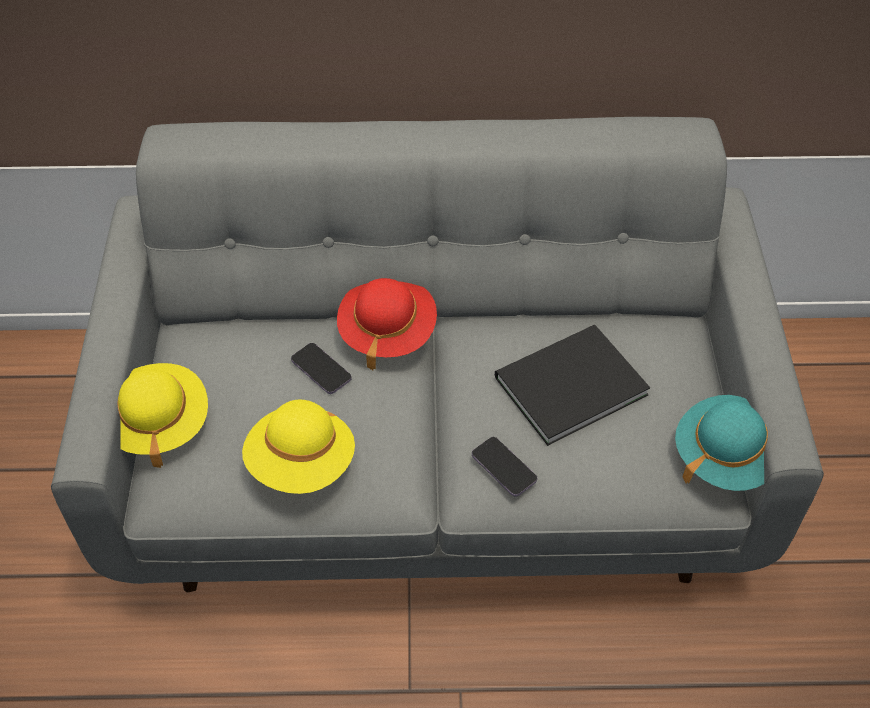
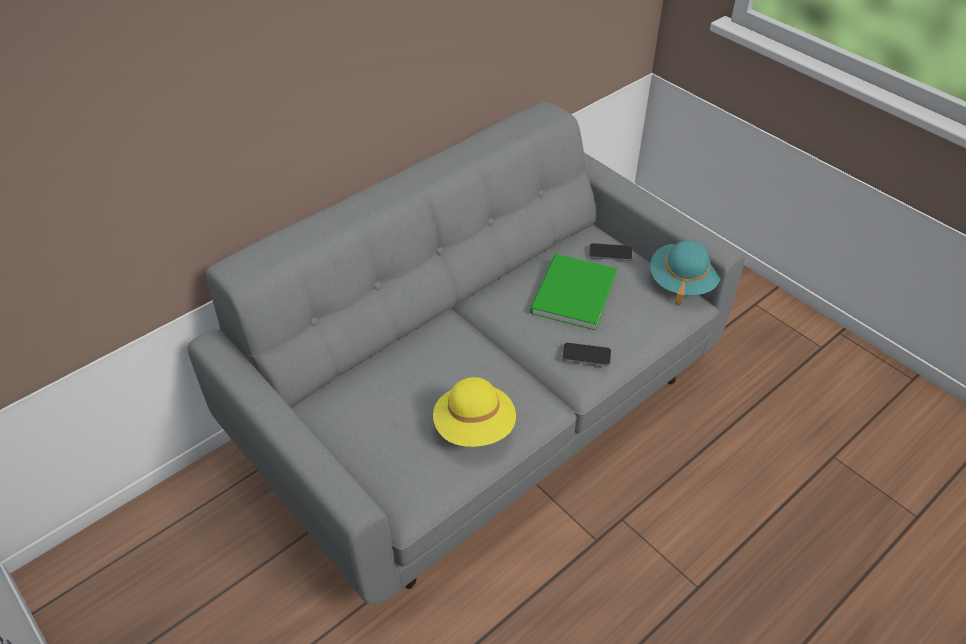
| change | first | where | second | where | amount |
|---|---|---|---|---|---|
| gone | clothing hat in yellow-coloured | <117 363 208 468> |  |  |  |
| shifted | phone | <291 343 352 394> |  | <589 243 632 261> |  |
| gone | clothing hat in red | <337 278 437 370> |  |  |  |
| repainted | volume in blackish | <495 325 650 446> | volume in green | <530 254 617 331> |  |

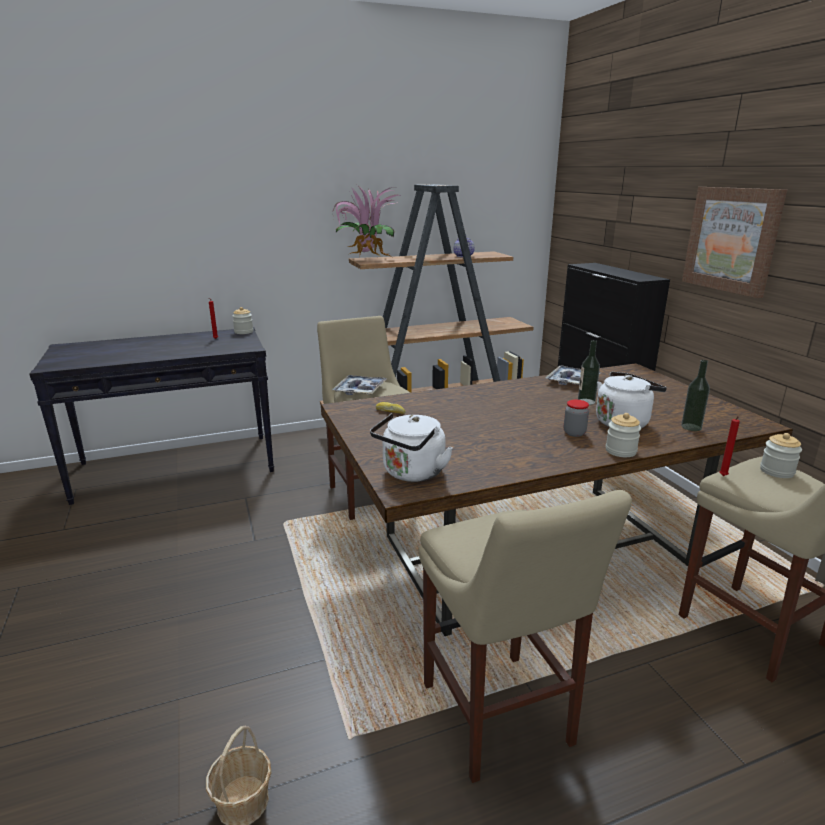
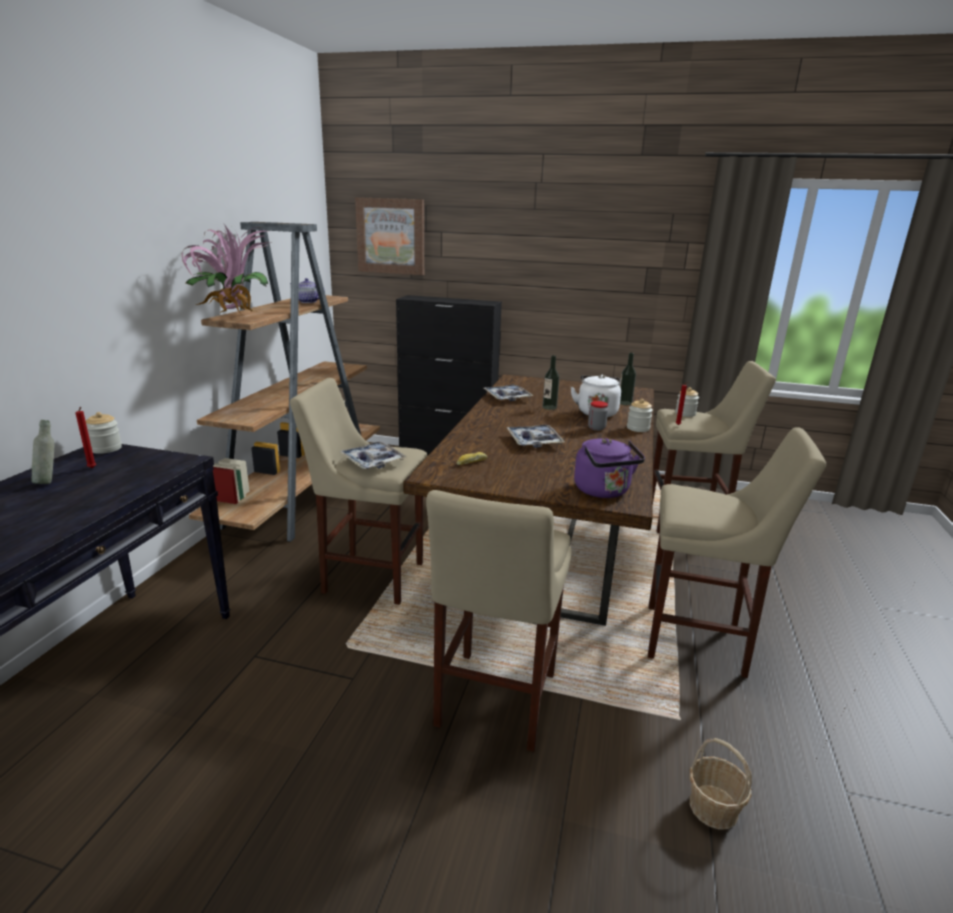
| change | first | where | second | where | amount |
|---|---|---|---|---|---|
| repainted | tea kettle in white | <370 413 453 482> | tea kettle in purple-coloured | <574 438 645 498> |  |
| shifted | wall picture | <682 187 787 298> |  | <355 197 424 275> |  |
| new |  |  | beverage bottle in grey | <32 420 55 484> |  |
| new |  |  | stool seat in beige | <426 490 572 752> |  |
| new |  |  | carrying tray | <507 425 565 448> |  |

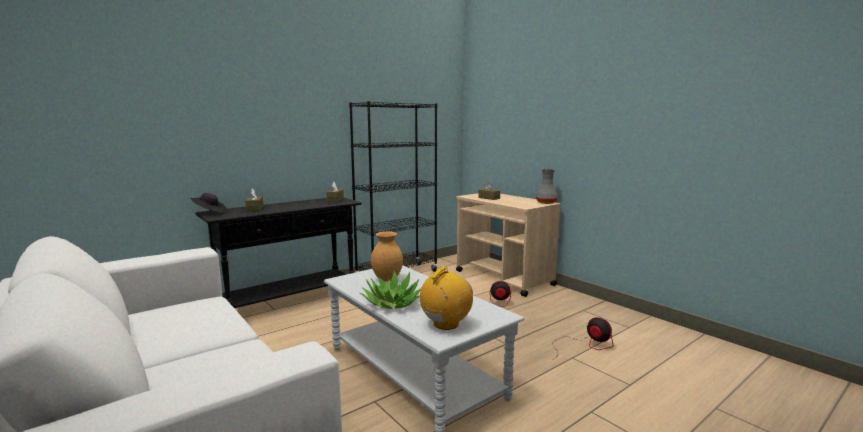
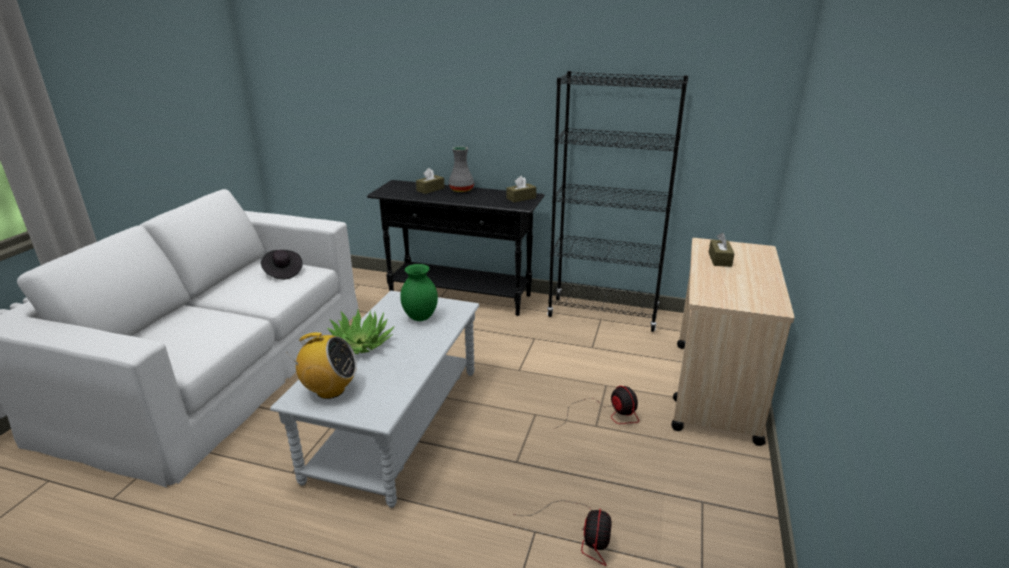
| change | first | where | second | where | amount |
|---|---|---|---|---|---|
| shifted | clothing hat in blackish | <190 193 227 214> |  | <261 250 303 280> |  |
| repainted | vase in brown-coloured | <371 232 403 281> | vase in green | <400 264 438 321> |  |
| shifted | vase in grey | <536 169 558 204> |  | <448 146 474 192> |  |

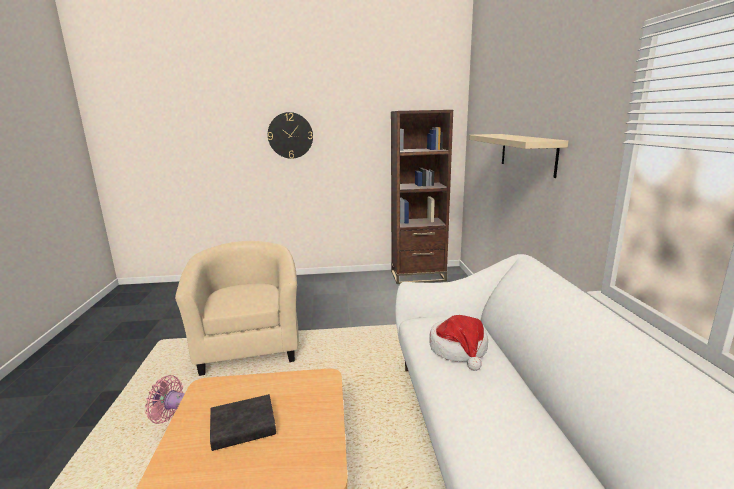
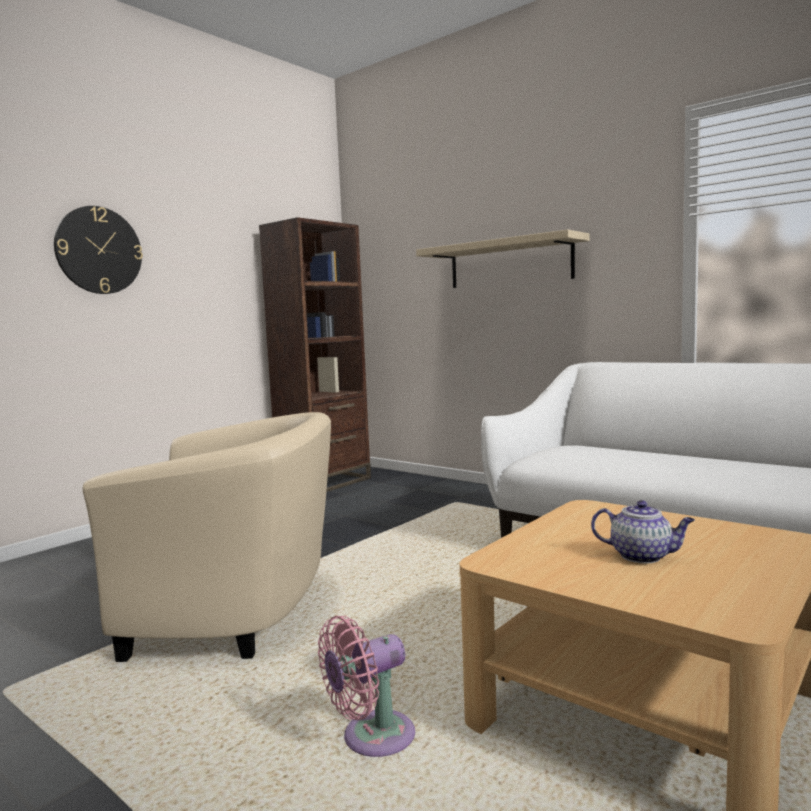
| change | first | where | second | where | amount |
|---|---|---|---|---|---|
| rotated | easy chair in beige | <175 241 299 376> |  | <83 412 331 662> | 150 degrees clockwise |
| swapped | volume in blackish | <210 394 276 451> | pot for tea | <591 500 695 563> |  |
| gone | clothing hat | <429 315 488 371> |  |  |  |

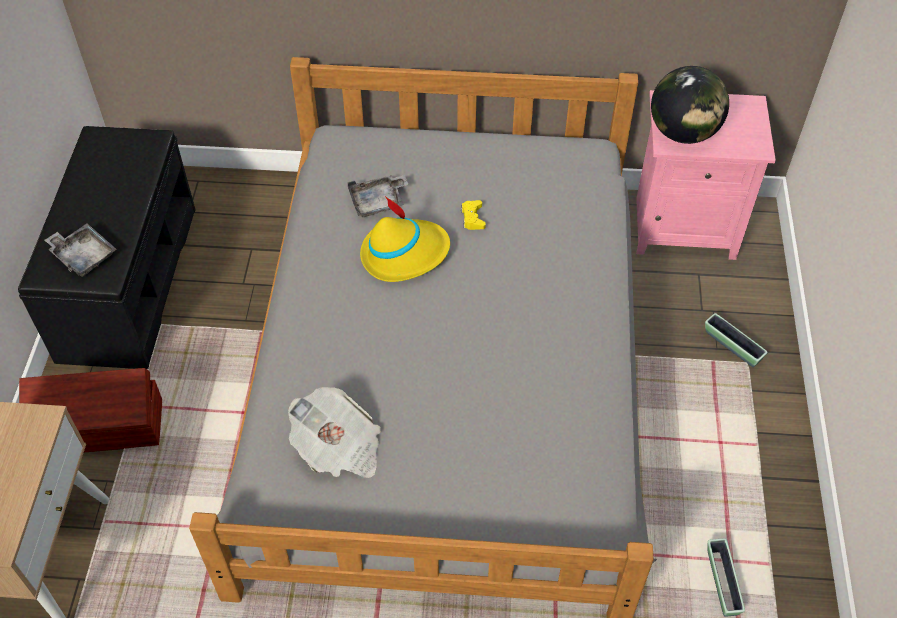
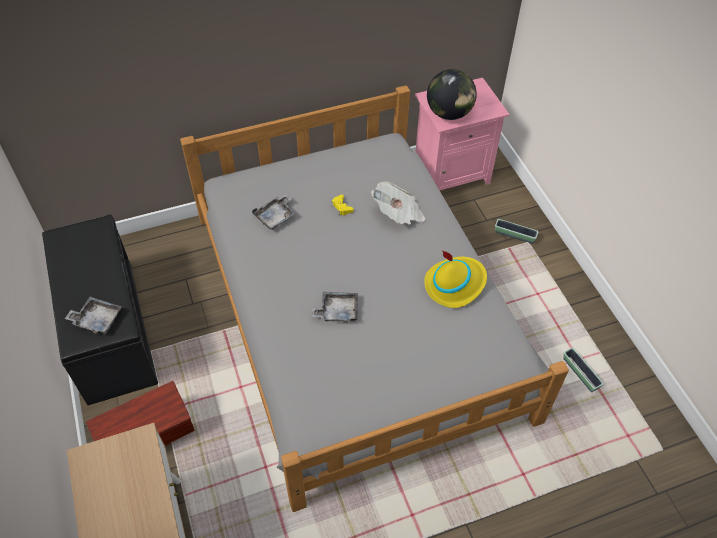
| change | first | where | second | where | amount |
|---|---|---|---|---|---|
| shifted | newspaper | <288 387 381 478> |  | <371 181 426 225> |  |
| shifted | clothing hat in yellow-coloured | <360 196 450 282> |  | <424 250 487 308> |  |
| new |  |  | carrying tray in grey | <312 292 358 323> |  |

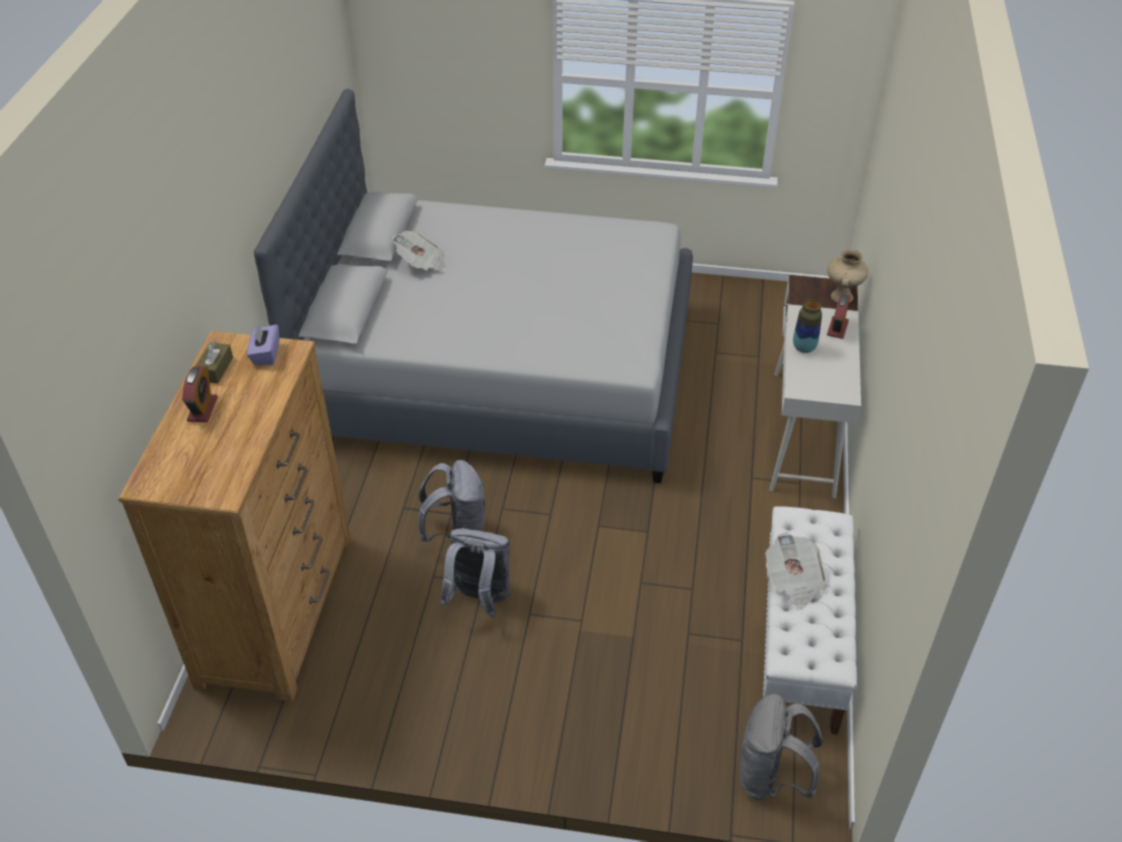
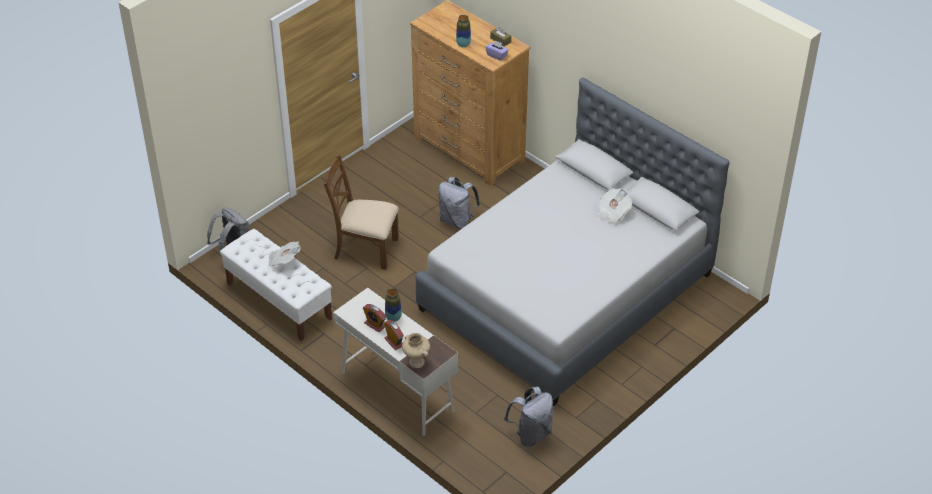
| change | first | where | second | where | amount |
|---|---|---|---|---|---|
| shifted | table clock | <182 366 218 422> |  | <363 304 386 332> |  |
| shifted | backpack in grey | <440 528 511 618> |  | <504 387 553 447> |  |
| new |  |  | chair in brown-coloured | <324 155 399 270> |  |
| new |  |  | vase | <456 15 471 47> |  |

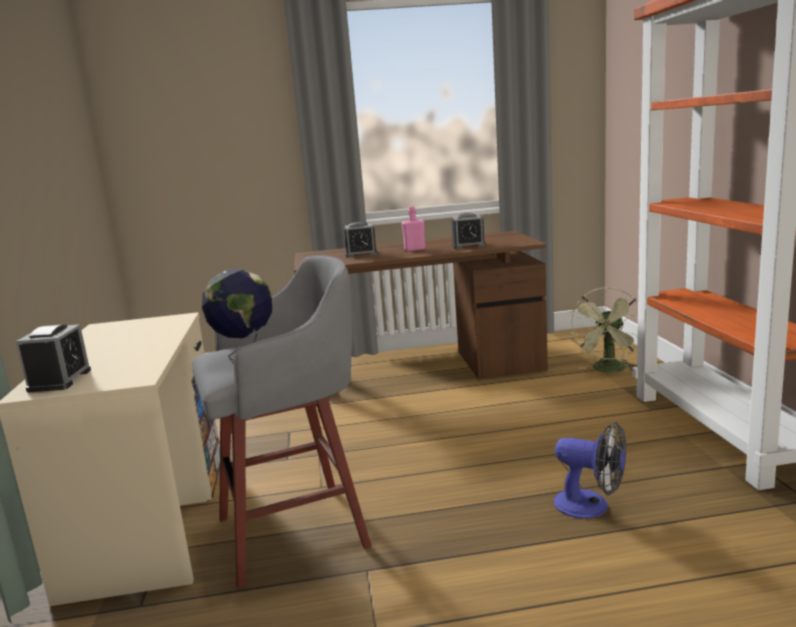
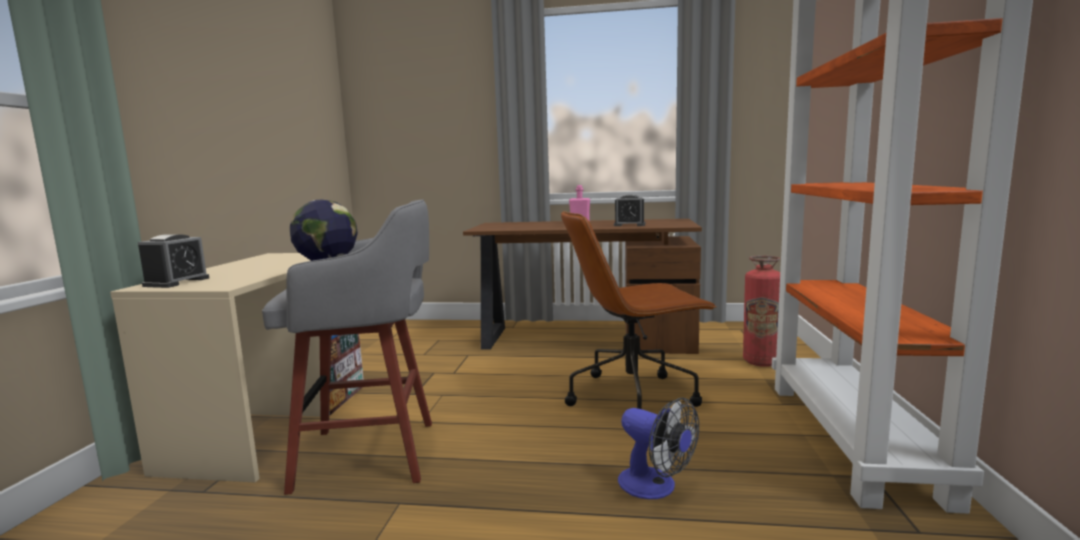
| change | first | where | second | where | amount |
|---|---|---|---|---|---|
| gone | table clock | <344 222 378 258> |  |  |  |
| swapped | electric fan in green | <570 287 638 373> | fire extinguisher | <743 255 780 367> |  |
| new |  |  | computer chair in brown-coloured | <561 210 717 409> |  |

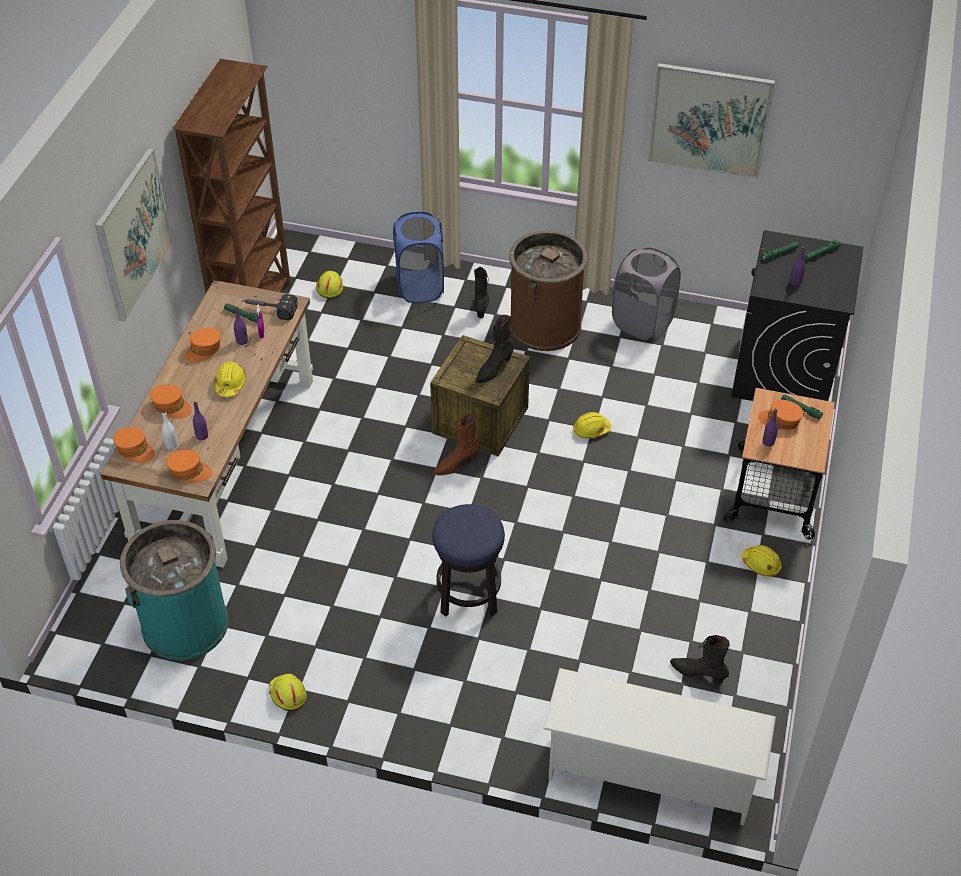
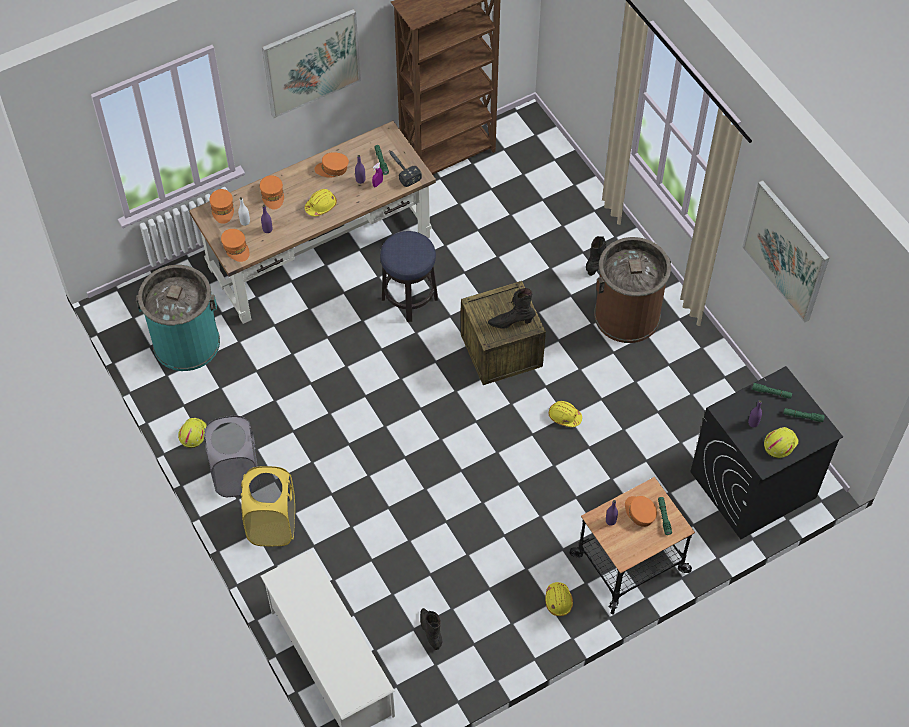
| change | first | where | second | where | amount |
|---|---|---|---|---|---|
| shifted | safety helmet in yellow-coloured | <316 271 343 299> |  | <764 427 799 458> |  |
| gone | laundry basket in blue-coloured | <393 212 444 303> |  |  |  |
| shifted | stool seat | <432 504 505 617> |  | <380 231 438 322> |  |
| gone | tall boot in brown-coloured | <433 415 480 476> |  |  |  |
| shifted | laundry basket in grey | <612 248 681 340> |  | <204 416 258 497> |  |
| new |  |  | laundry basket in yellow-coloured | <241 466 295 546> |  |

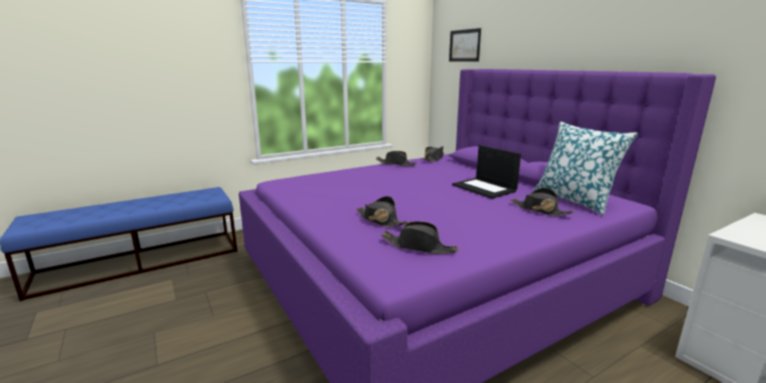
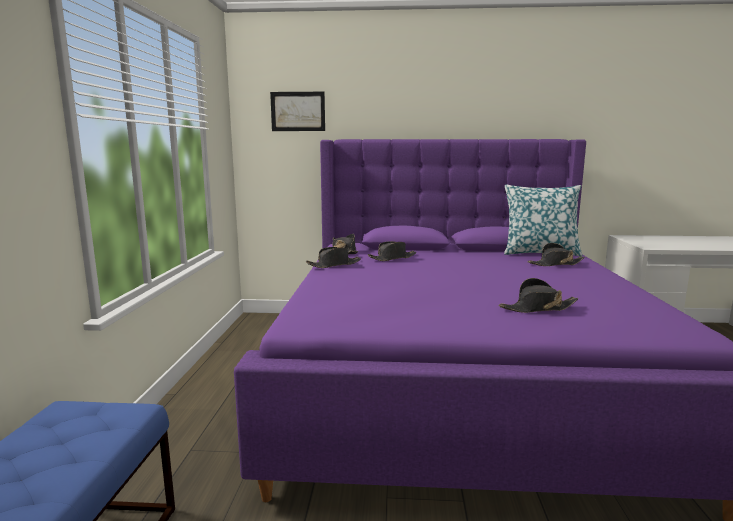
| change | first | where | second | where | amount |
|---|---|---|---|---|---|
| shifted | clothing hat in blackish | <382 221 458 254> |  | <368 241 416 261> |  |
| gone | laptop | <452 145 521 199> |  |  |  |

